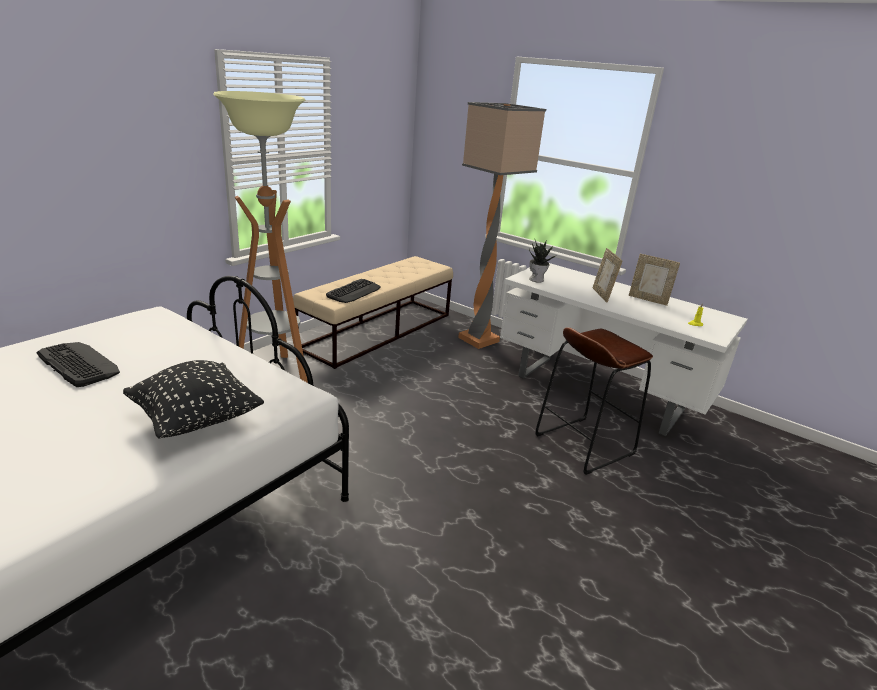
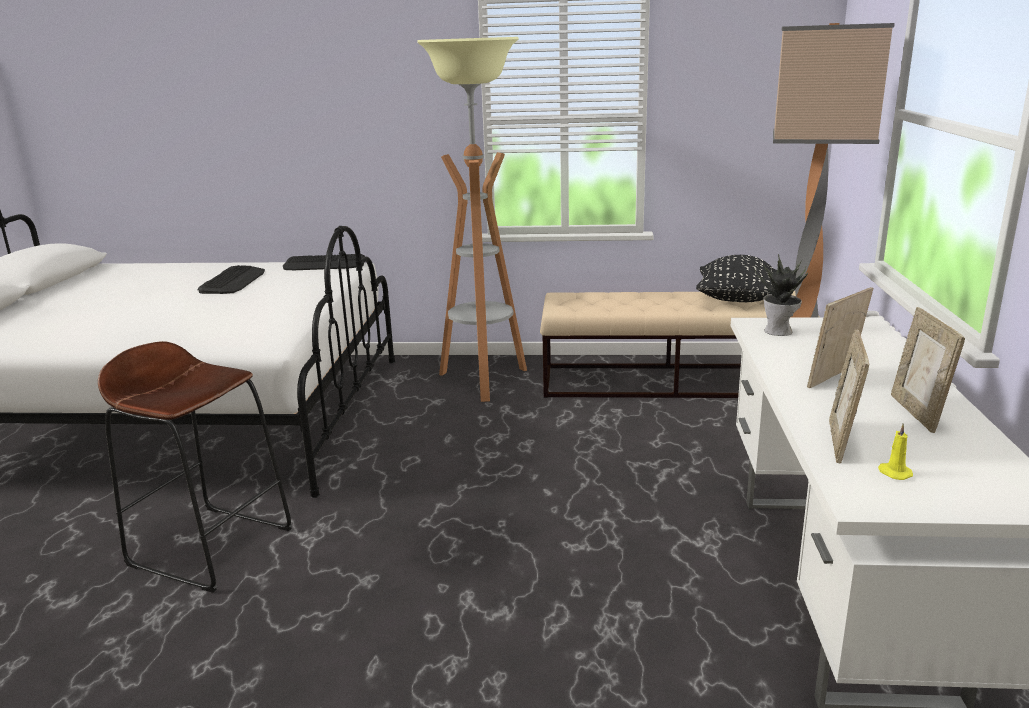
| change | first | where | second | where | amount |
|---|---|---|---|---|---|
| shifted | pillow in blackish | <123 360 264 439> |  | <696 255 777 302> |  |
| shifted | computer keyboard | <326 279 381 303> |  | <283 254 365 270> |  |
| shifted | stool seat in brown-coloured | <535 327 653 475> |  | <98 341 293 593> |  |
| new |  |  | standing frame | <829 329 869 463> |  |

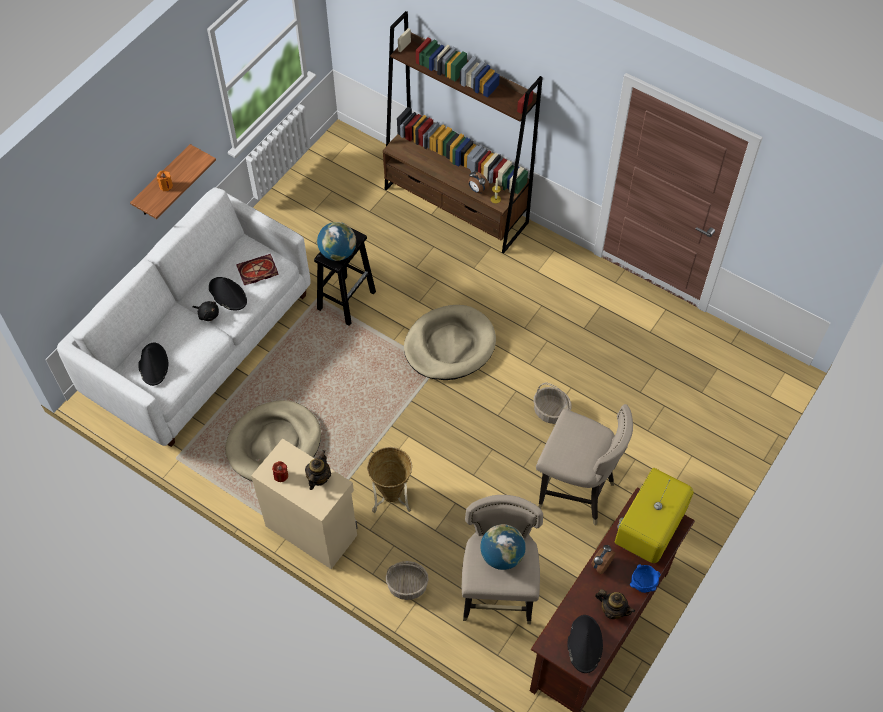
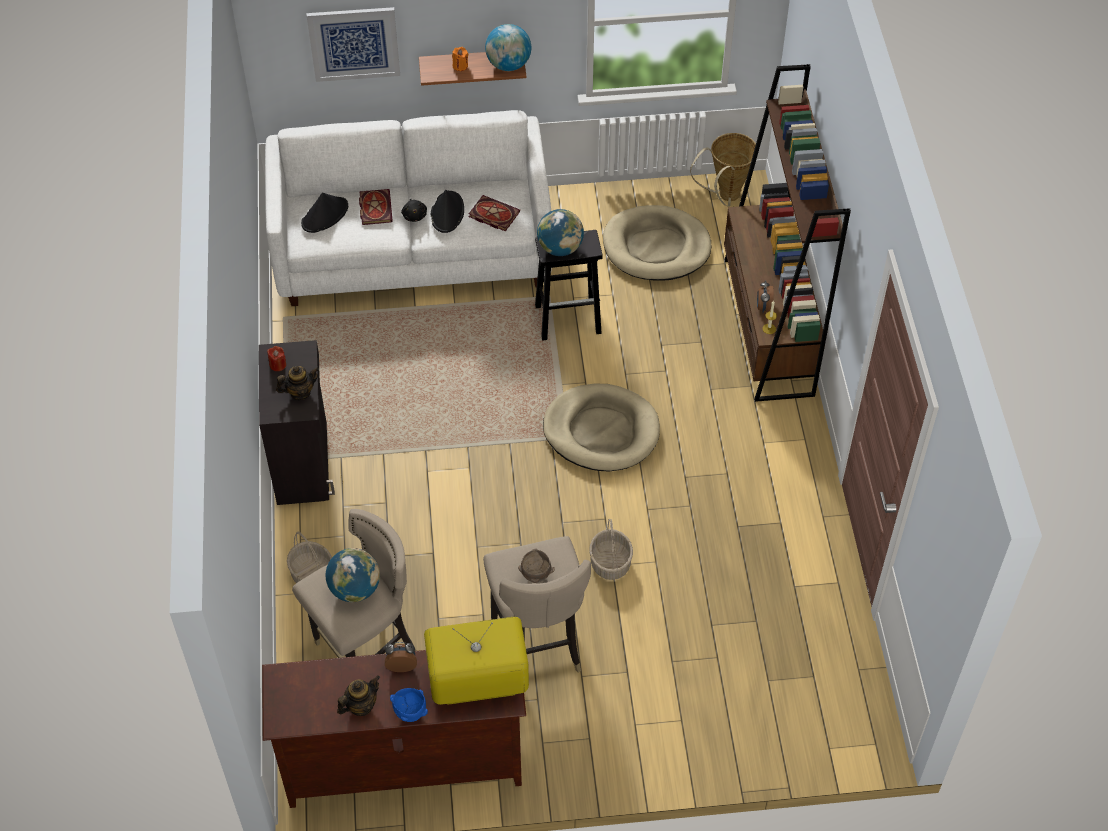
| change | first | where | second | where | amount |
|---|---|---|---|---|---|
| shifted | pet bed in beige | <225 400 321 482> |  | <603 205 711 281> |  |
| repainted | cabinet in beige | <251 438 357 569> | cabinet in blackish | <259 340 335 505> |  |
| shifted | basket | <367 447 412 513> |  | <690 133 756 207> |  |
| gone | clothing hat in blackish | <568 615 603 673> |  |  |  |
| rotated | pot for tea | <595 589 635 619> |  | <337 675 380 716> | 120 degrees counterclockwise |
| new |  |  | wall picture | <307 7 400 82> |  |
| new |  |  | volume | <359 189 393 225> |  |
| new |  |  | globe | <485 24 531 71> |  |
| new |  |  | bowl in brown-coloured | <518 549 555 583> |  |

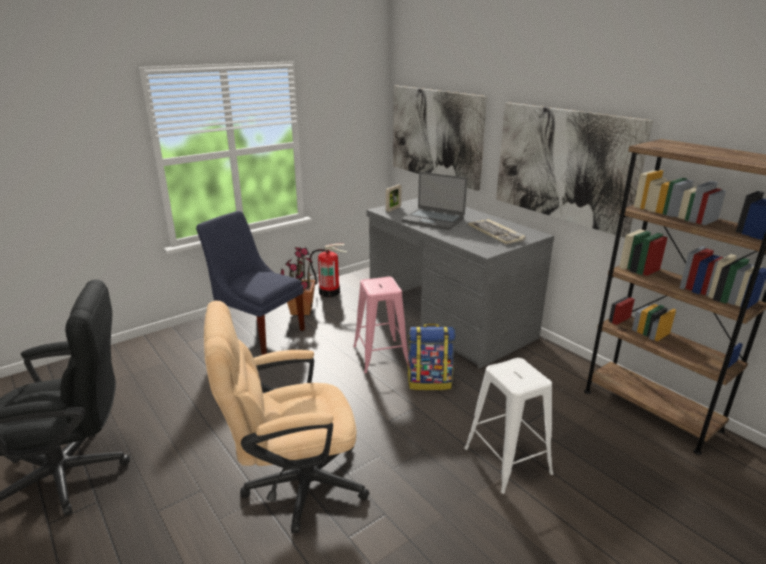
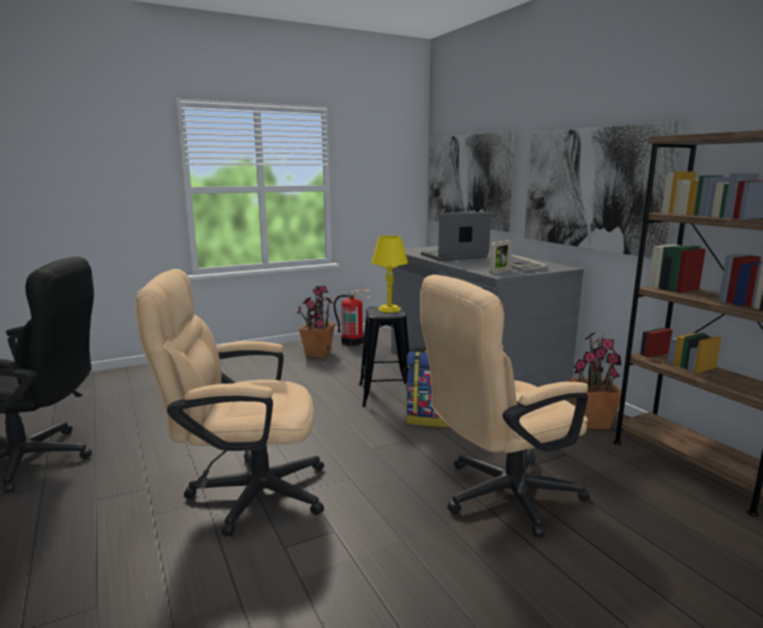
| change | first | where | second | where | amount |
|---|---|---|---|---|---|
| gone | chair in blue-coloured | <196 211 305 355> |  |  |  |
| repainted | stool seat in pinkish | <353 276 408 373> | stool seat in blackish | <359 306 409 407> |  |
| shifted | standing frame | <386 184 401 212> |  | <490 240 512 274> |  |
| rotated | laptop | <401 172 467 230> |  | <421 212 491 261> | 120 degrees clockwise |
| swapped | stool seat in white | <464 358 554 494> | computer chair in beige | <420 275 589 538> |  |
| new |  |  | table lamp in yellow-coloured | <371 236 408 313> |  |
| new |  |  | plant in a pot | <570 331 621 429> |  |

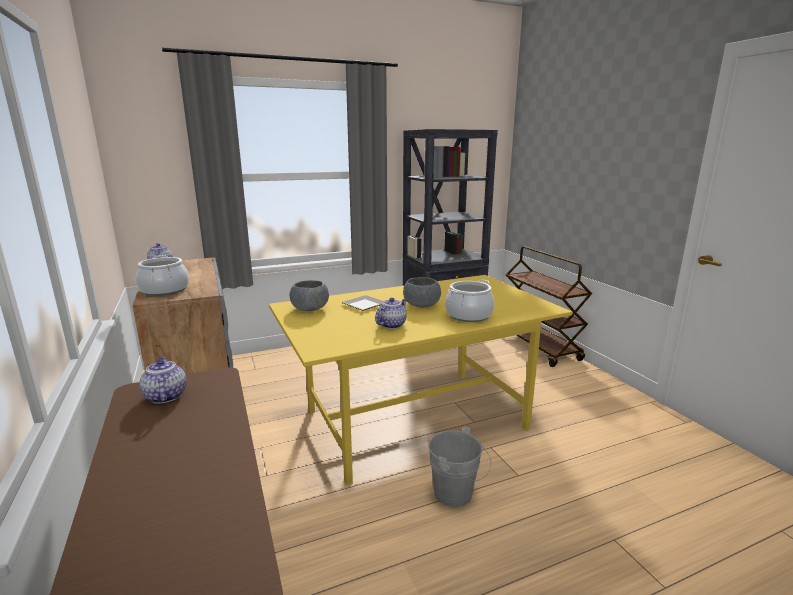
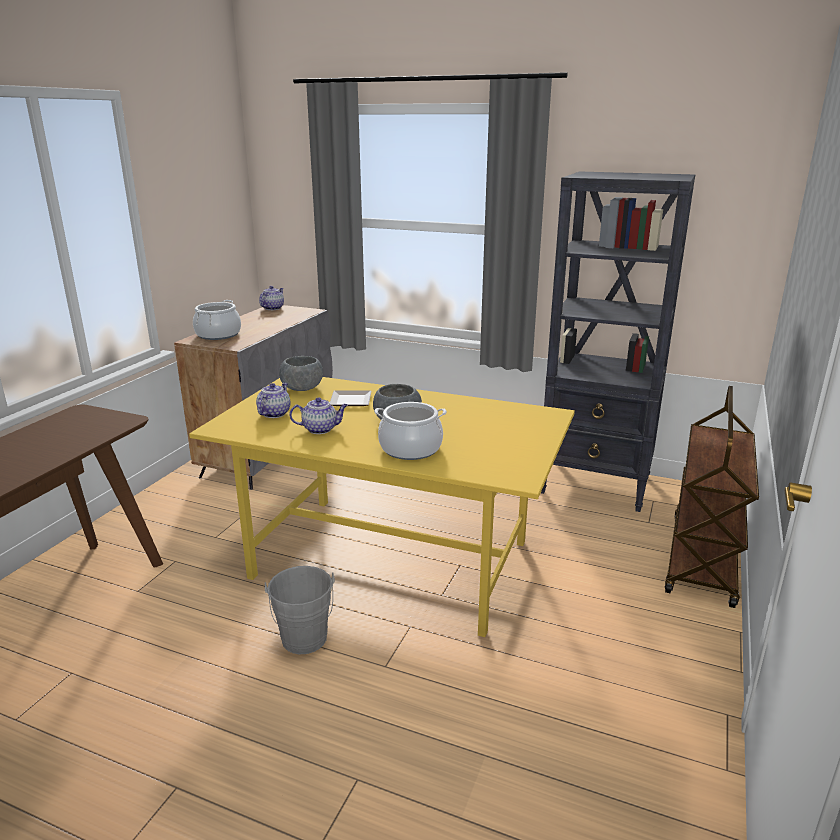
| change | first | where | second | where | amount |
|---|---|---|---|---|---|
| shifted | pot for tea | <139 356 186 404> |  | <256 383 290 418> |  |

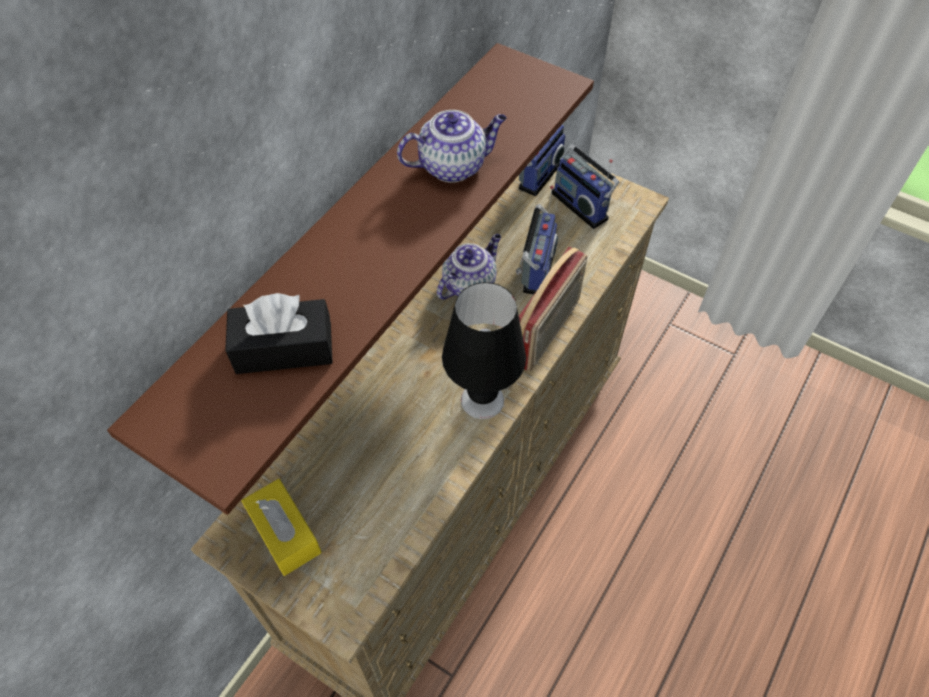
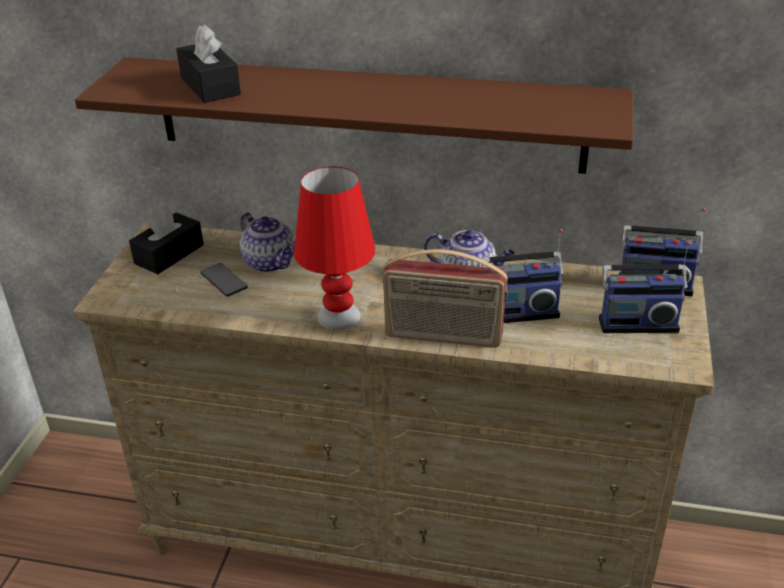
| change | first | where | second | where | amount |
|---|---|---|---|---|---|
| repainted | tissue box in yellow-coloured | <242 479 322 576> | tissue box in blackish | <129 205 204 274> |  |
| shifted | pot for tea | <397 110 507 183> |  | <240 212 295 272> |  |
| repainted | table lamp in blackish | <442 282 526 419> | table lamp in red | <294 166 375 330> |  |
| rotated | radio receiver | <552 144 619 229> |  | <599 241 690 333> | 120 degrees counterclockwise |
| new |  |  | phone | <200 263 248 297> |  |

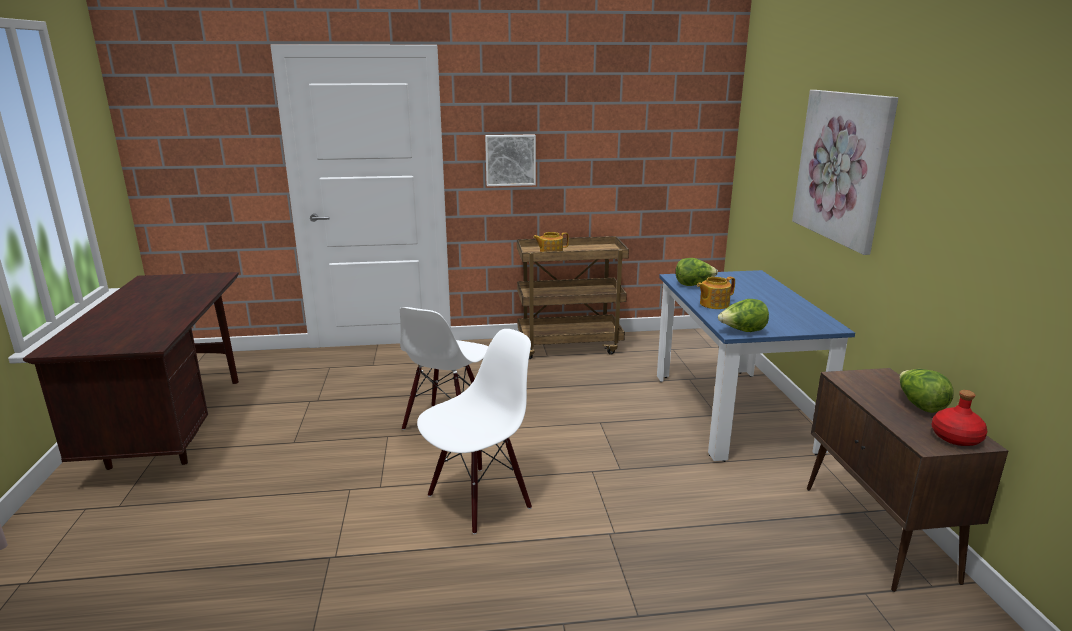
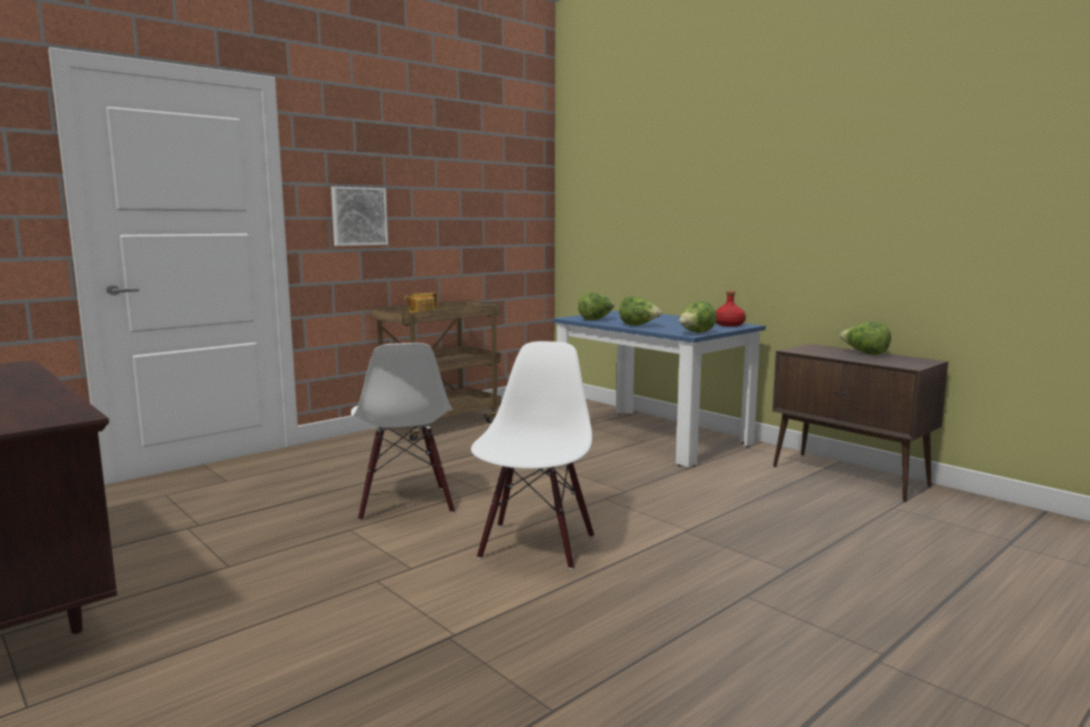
| change | first | where | second | where | amount |
|---|---|---|---|---|---|
| swapped | pot for tea | <697 277 735 309> | head of lettuce | <619 296 662 325> |  |
| gone | wall picture | <792 90 898 255> |  |  |  |
| shifted | beverage bottle in red | <932 390 987 446> |  | <716 291 746 327> |  |

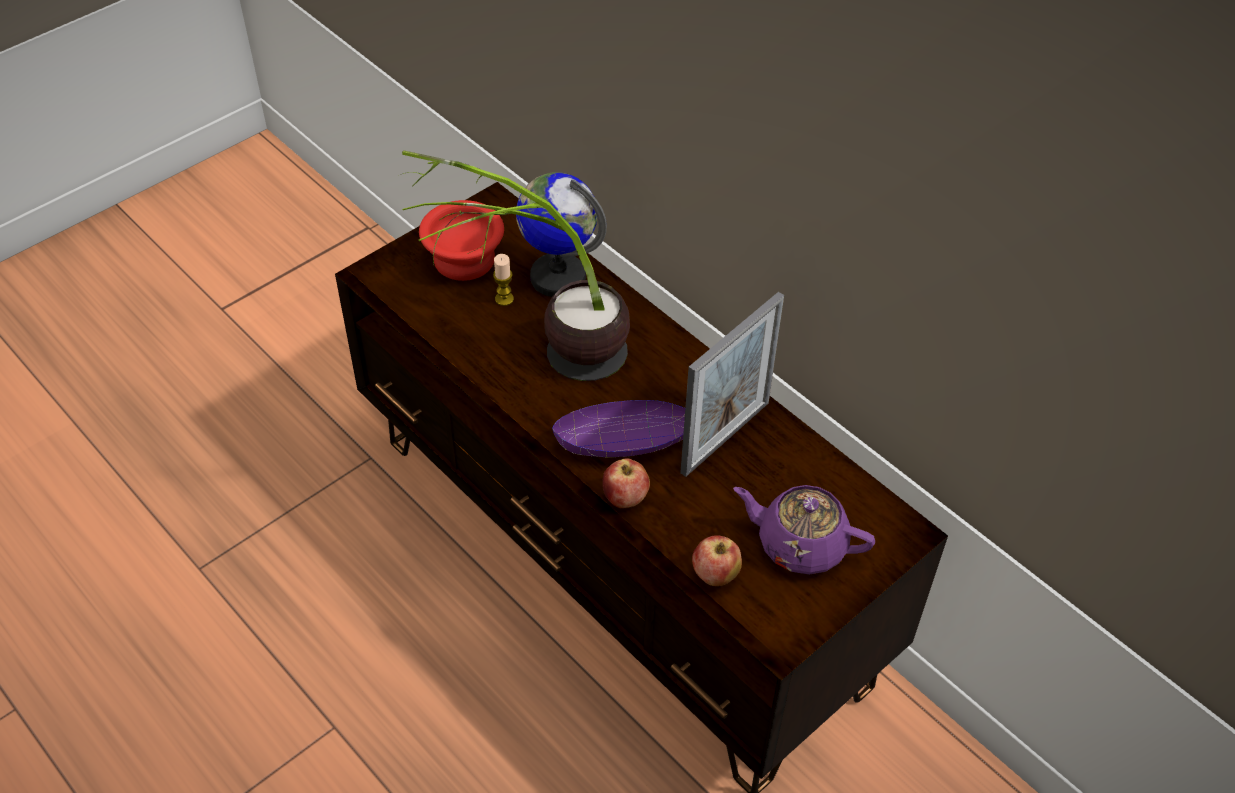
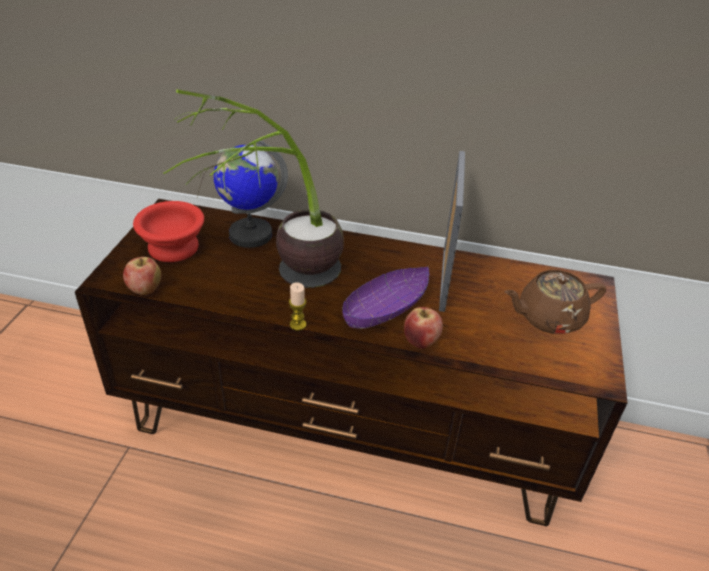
| change | first | where | second | where | amount |
|---|---|---|---|---|---|
| shifted | candle | <493 254 514 306> |  | <289 282 306 331> |  |
| shifted | whole apple | <692 535 742 586> |  | <123 257 161 295> |  |
| repainted | pot for tea in purple-coloured | <733 485 875 575> | pot for tea in brown-coloured | <504 270 606 334> |  |

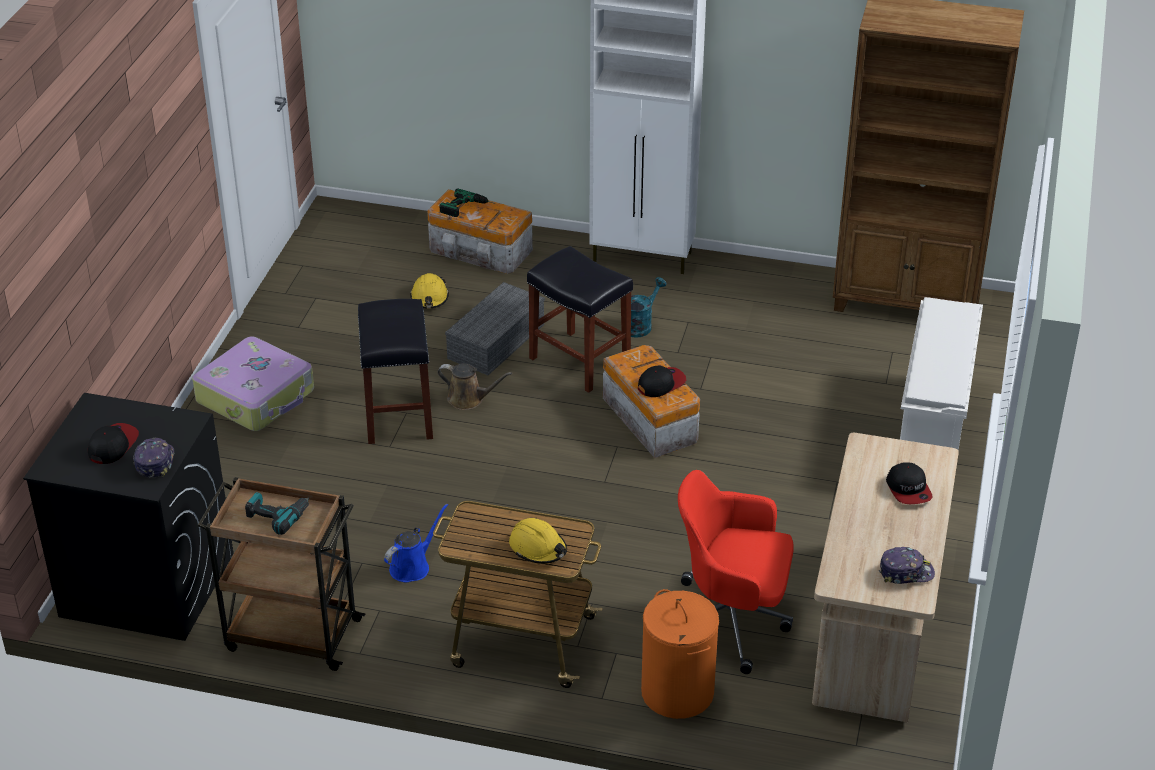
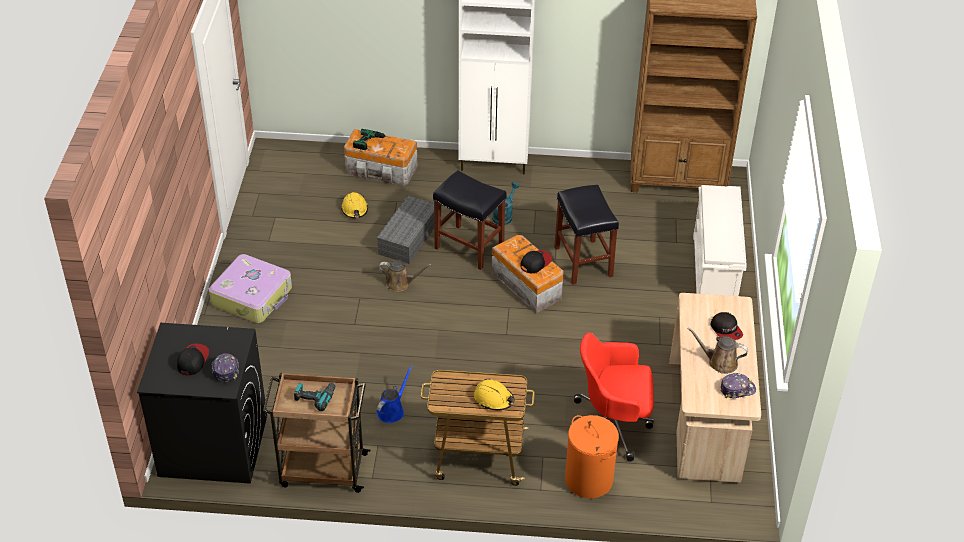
| change | first | where | second | where | amount |
|---|---|---|---|---|---|
| shifted | stool seat in blackish | <358 299 433 444> |  | <554 185 619 285> |  |
| new |  |  | watering pot in brown-coloured | <687 327 748 374> |  |

